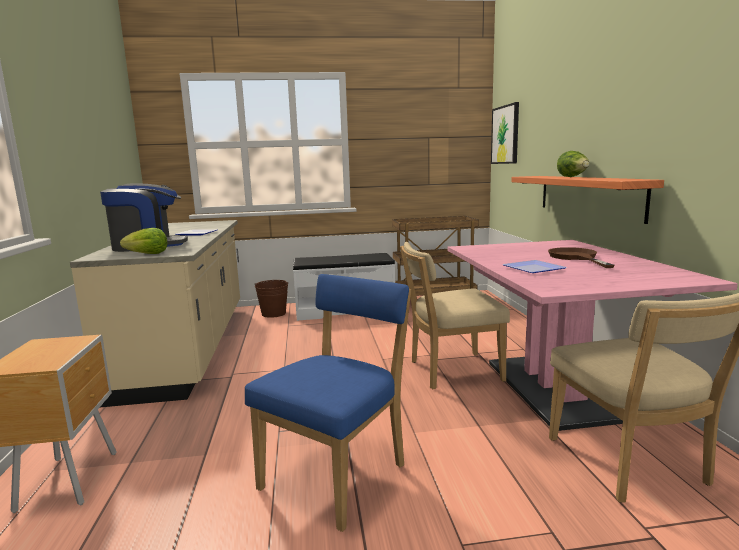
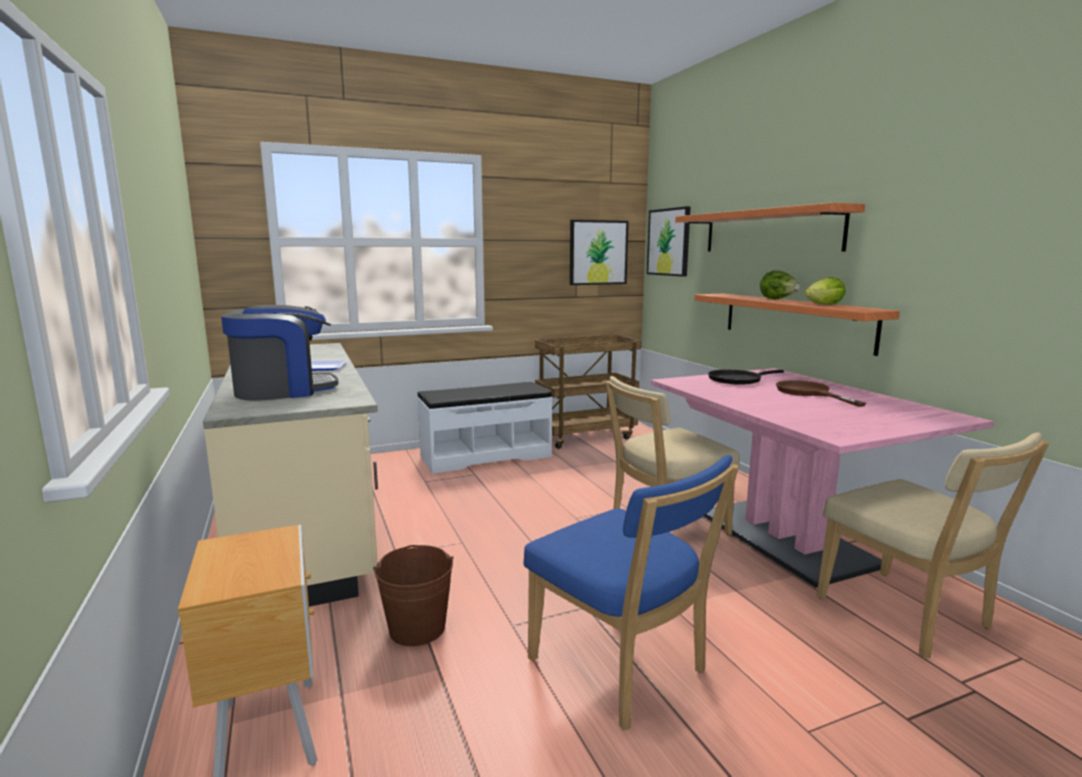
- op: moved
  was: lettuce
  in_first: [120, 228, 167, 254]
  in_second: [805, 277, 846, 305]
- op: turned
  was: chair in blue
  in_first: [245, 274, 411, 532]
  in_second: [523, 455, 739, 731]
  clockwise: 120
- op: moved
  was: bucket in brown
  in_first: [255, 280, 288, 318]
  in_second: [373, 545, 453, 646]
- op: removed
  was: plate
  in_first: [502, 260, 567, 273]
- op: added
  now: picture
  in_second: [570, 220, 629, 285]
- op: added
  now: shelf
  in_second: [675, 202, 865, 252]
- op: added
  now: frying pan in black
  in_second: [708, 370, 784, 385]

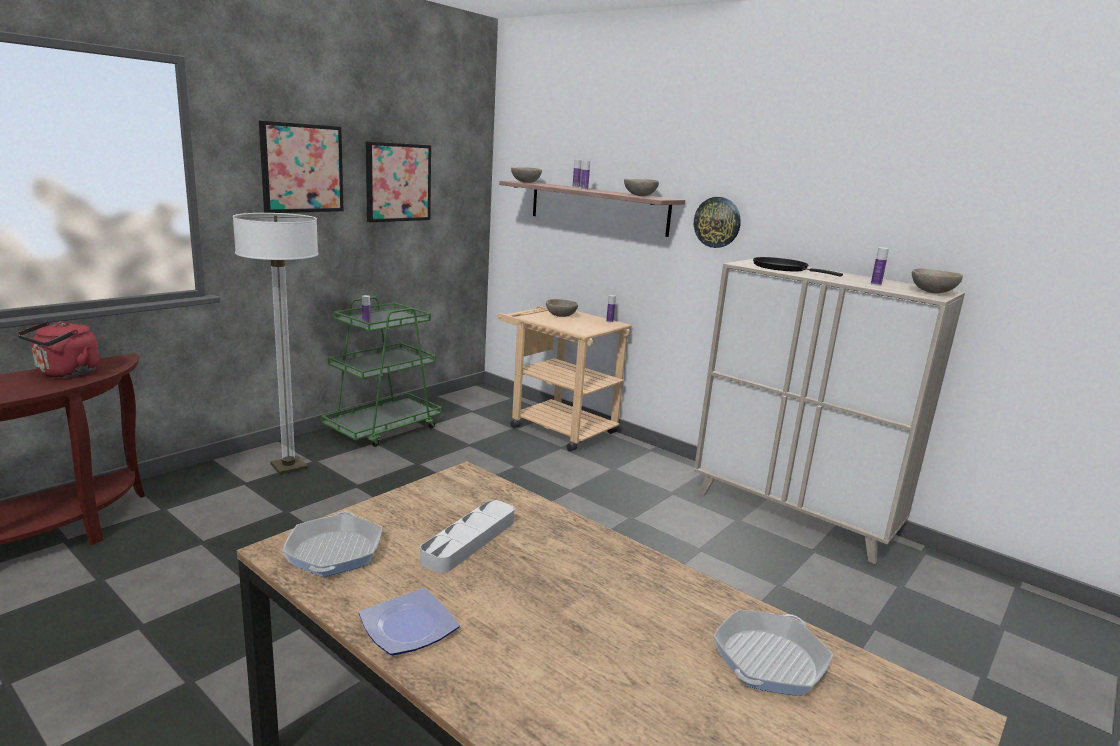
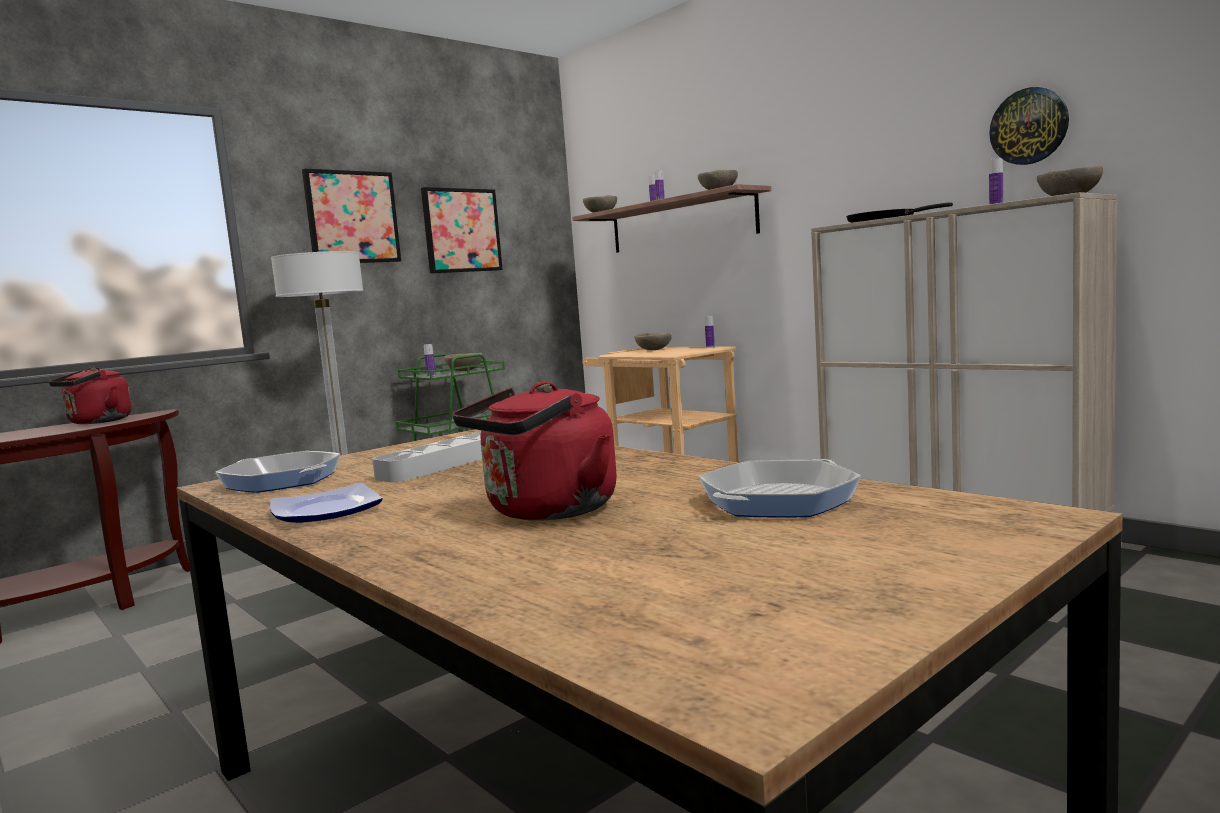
- op: turned
  was: frying pan
  in_first: [282, 512, 382, 577]
  in_second: [215, 451, 341, 493]
  clockwise: -60
- op: moved
  was: wall clock
  in_first: [694, 197, 741, 248]
  in_second: [989, 87, 1069, 165]
- op: added
  now: bowl in beige
  in_second: [445, 353, 483, 371]
- op: added
  now: kettle in red
  in_second: [452, 381, 617, 520]

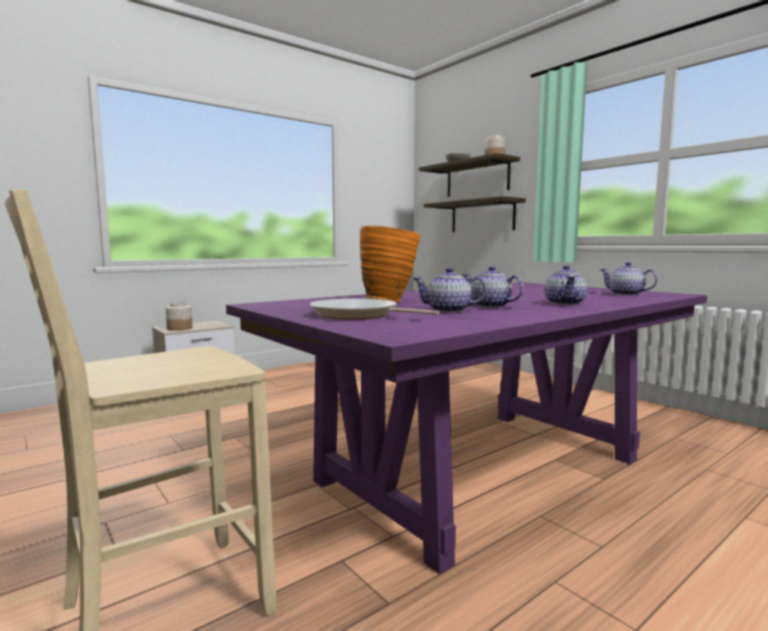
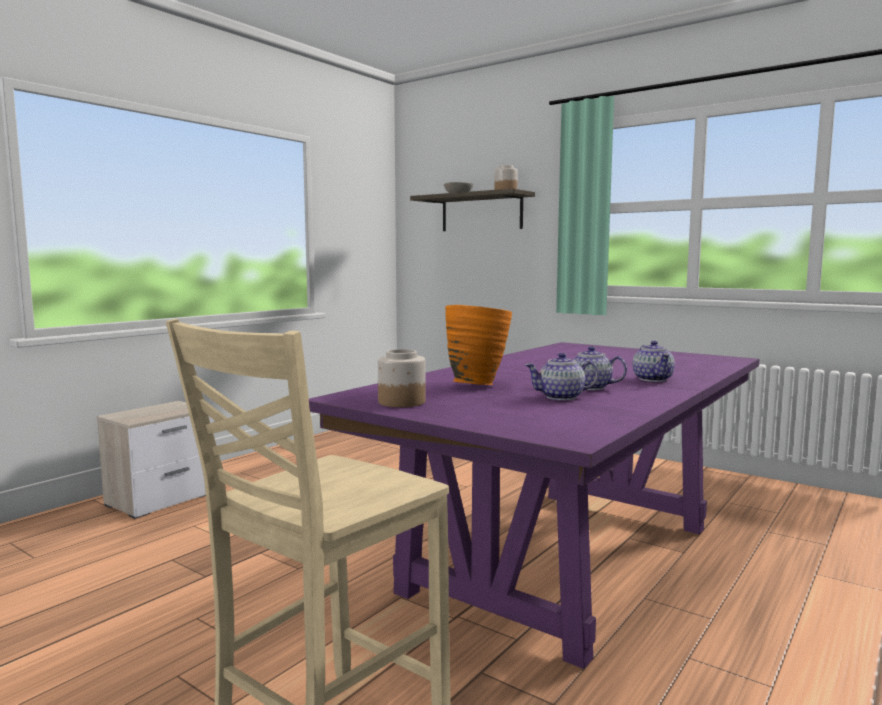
- op: moved
  was: jar
  in_first: [166, 302, 192, 331]
  in_second: [378, 349, 426, 407]
- op: removed
  was: frying pan
  in_first: [310, 298, 440, 319]
- op: removed
  was: shelf
  in_first: [424, 196, 526, 232]
- op: removed
  was: teapot
  in_first: [600, 262, 658, 296]

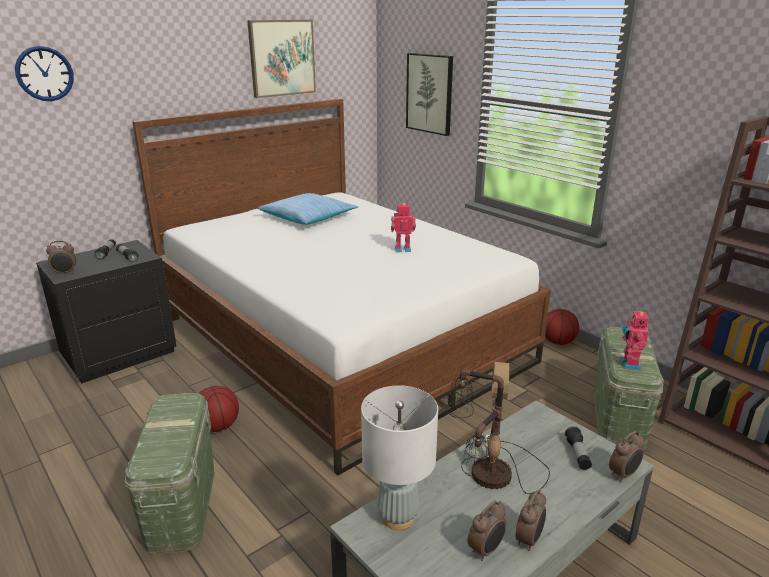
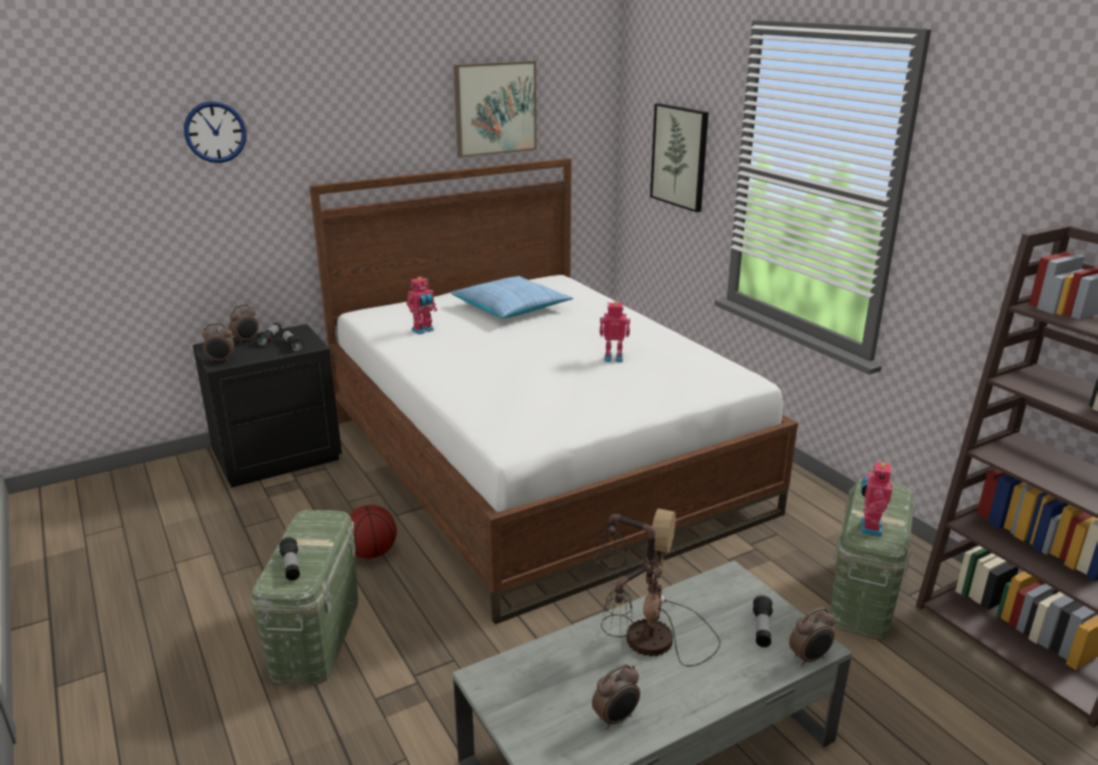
- op: removed
  was: table lamp in grey
  in_first: [361, 385, 438, 530]
- op: moved
  was: alarm clock
  in_first: [516, 489, 546, 551]
  in_second: [229, 304, 259, 344]
- op: removed
  was: basketball
  in_first: [545, 309, 579, 345]
- op: added
  now: flashlight
  in_second: [279, 537, 300, 581]
- op: added
  now: toy robot
  in_second: [406, 276, 437, 335]

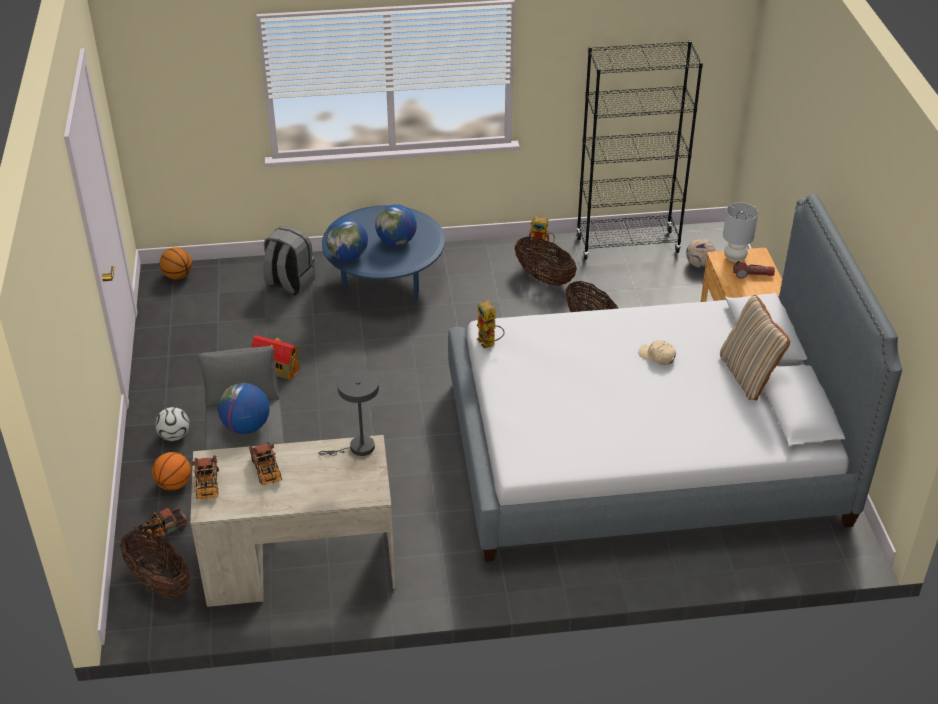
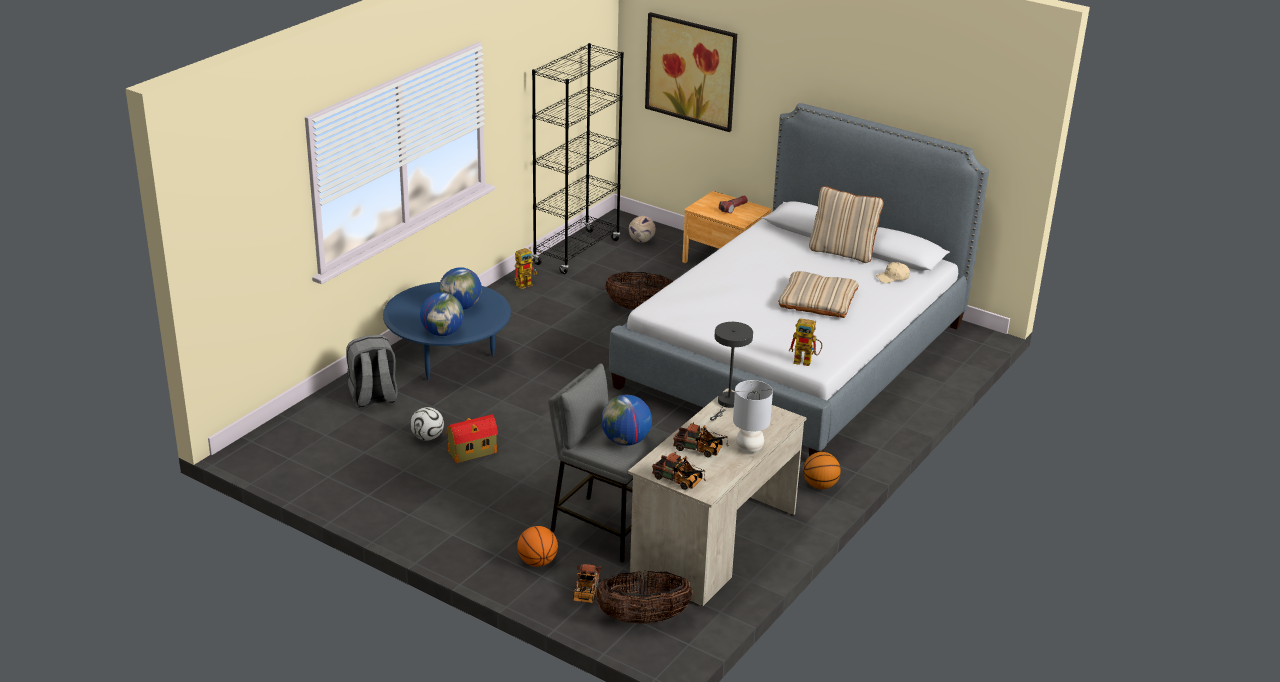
- op: moved
  was: football
  in_first: [155, 407, 190, 441]
  in_second: [410, 407, 444, 441]
- op: moved
  was: basketball
  in_first: [159, 247, 192, 279]
  in_second: [803, 452, 841, 489]
- op: moved
  was: toy robot
  in_first: [477, 300, 505, 349]
  in_second: [789, 318, 822, 366]
- op: removed
  was: basket
  in_first: [514, 237, 577, 286]
- op: moved
  was: cap in beige
  in_first: [638, 340, 676, 365]
  in_second: [876, 262, 910, 283]
- op: moved
  was: table lamp in grey
  in_first: [723, 202, 758, 262]
  in_second: [733, 380, 773, 453]
- op: added
  now: picture
  in_second: [645, 12, 737, 132]
- op: added
  now: pillow in beige
  in_second: [778, 271, 858, 318]

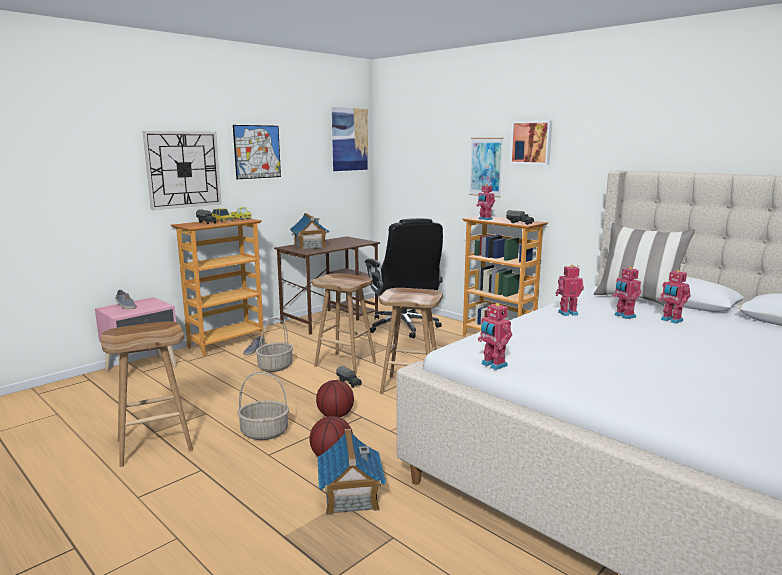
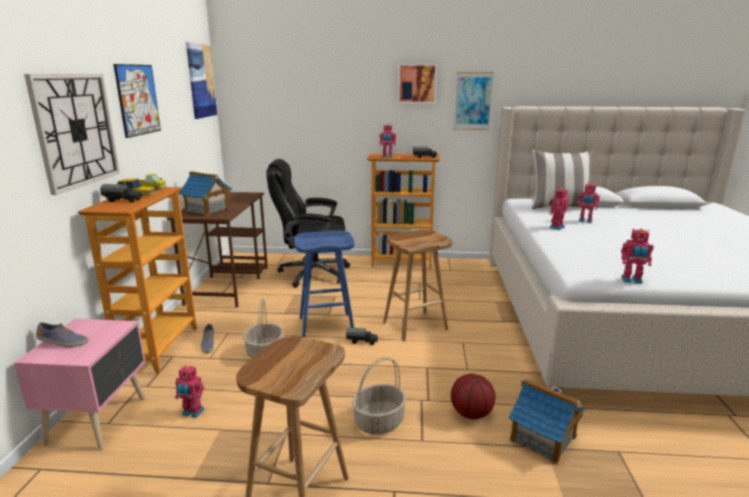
- op: recoloured
  was: stool in brown
  now: stool in blue
  in_first: [312, 273, 376, 375]
  in_second: [294, 230, 355, 337]
- op: removed
  was: basketball
  in_first: [316, 380, 354, 417]
- op: turned
  was: office chair in black
  in_first: [365, 218, 443, 338]
  in_second: [266, 159, 350, 288]
  clockwise: 150
- op: moved
  was: picture
  in_first: [469, 138, 503, 198]
  in_second: [454, 72, 494, 130]
- op: moved
  was: toy robot
  in_first: [659, 270, 691, 324]
  in_second: [175, 365, 204, 418]

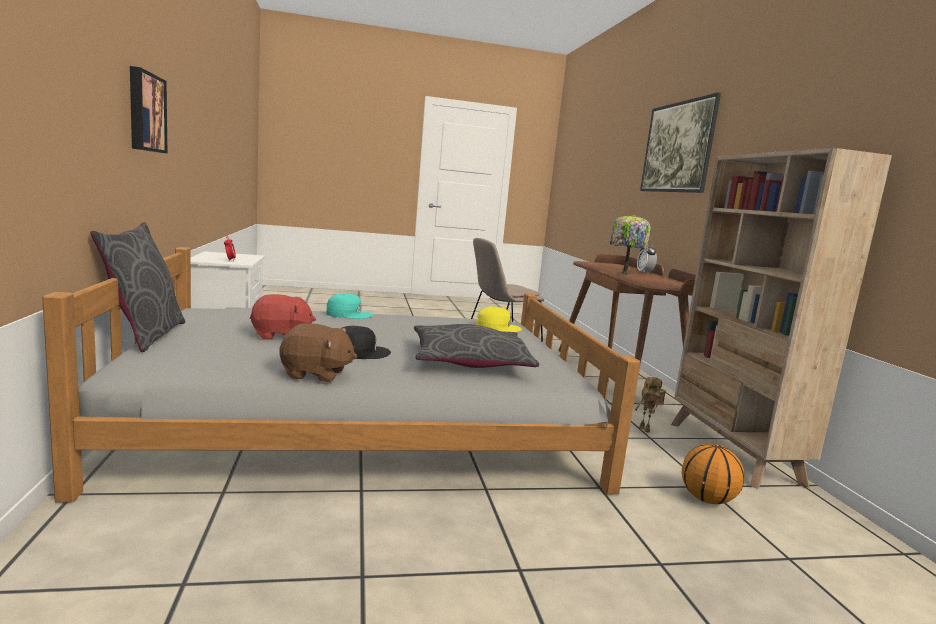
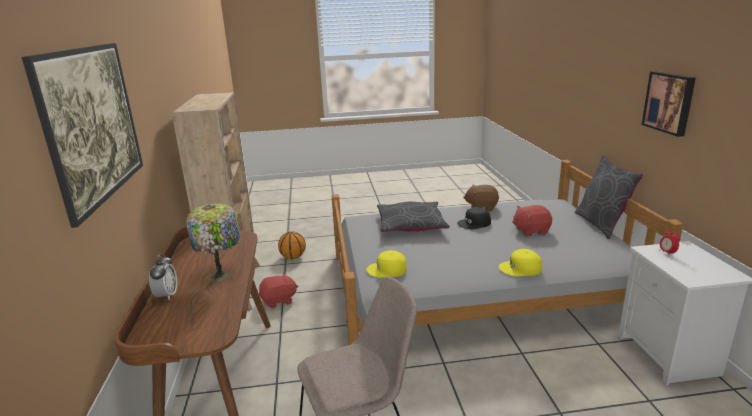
- op: recoloured
  was: cap in turquoise
  now: cap in yellow
  in_first: [326, 293, 373, 319]
  in_second: [499, 249, 542, 276]
- op: replaced
  was: toy robot
  now: plush toy in red
  in_first: [635, 377, 666, 433]
  in_second: [259, 273, 298, 308]

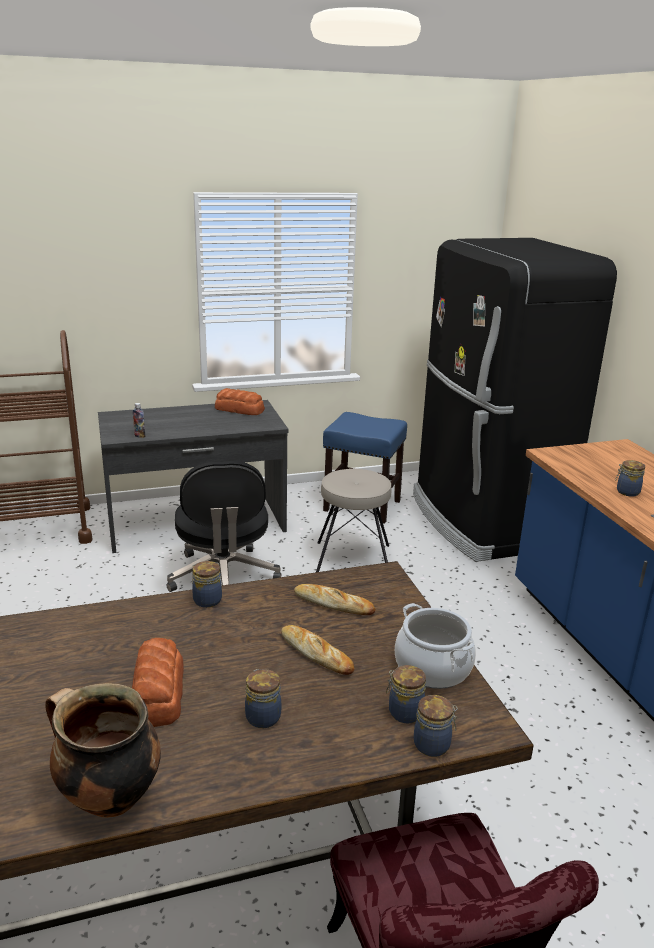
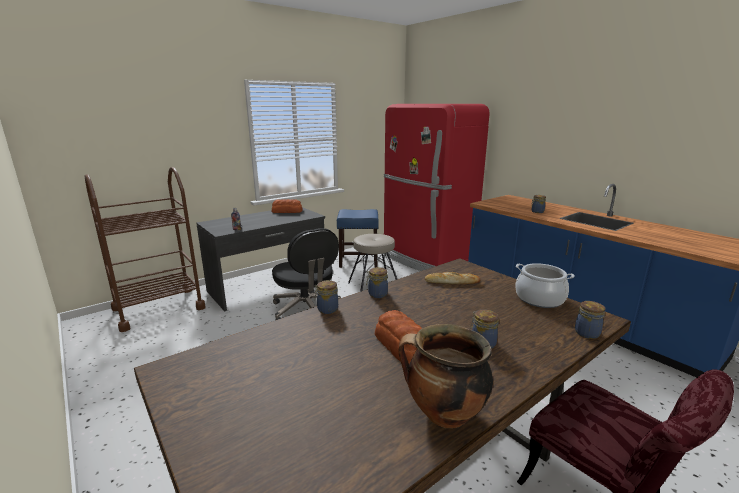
- op: removed
  was: bread
  in_first: [281, 625, 354, 675]
- op: moved
  was: jar
  in_first: [386, 665, 426, 723]
  in_second: [314, 280, 338, 314]
- op: recoloured
  was: fridge in black
  now: fridge in red
  in_first: [413, 238, 617, 562]
  in_second: [383, 104, 490, 271]

